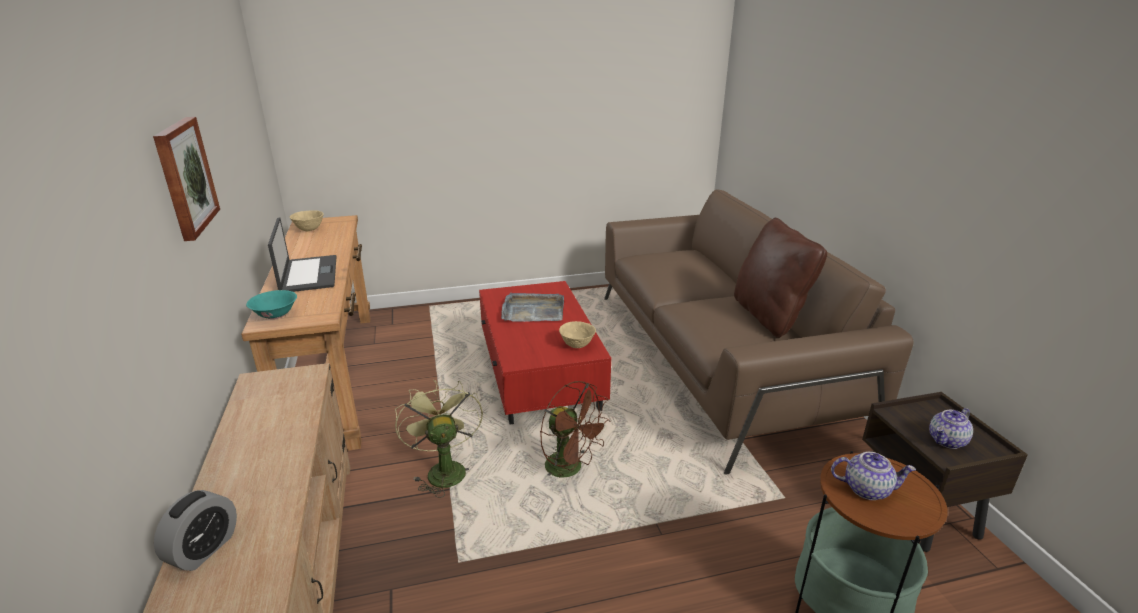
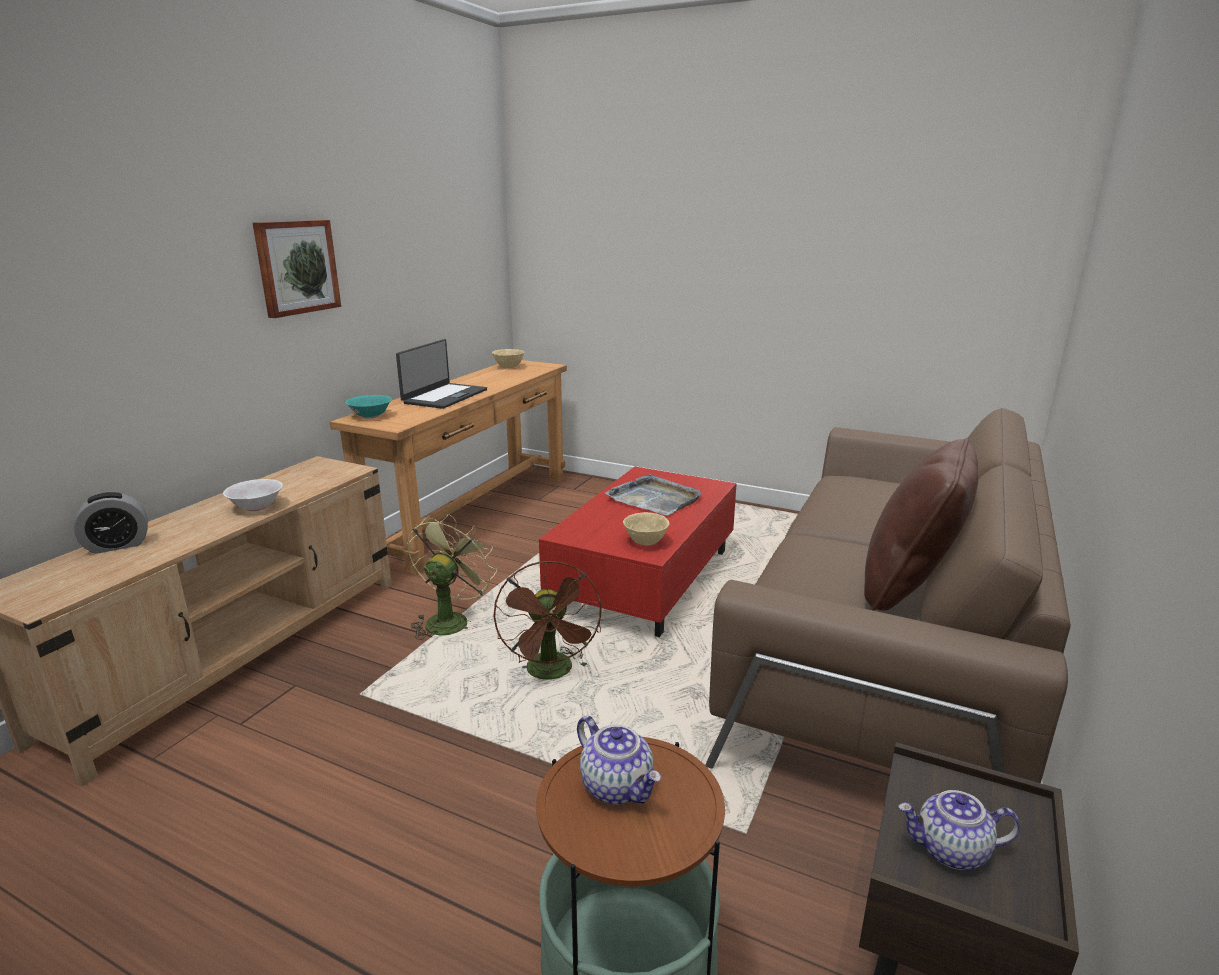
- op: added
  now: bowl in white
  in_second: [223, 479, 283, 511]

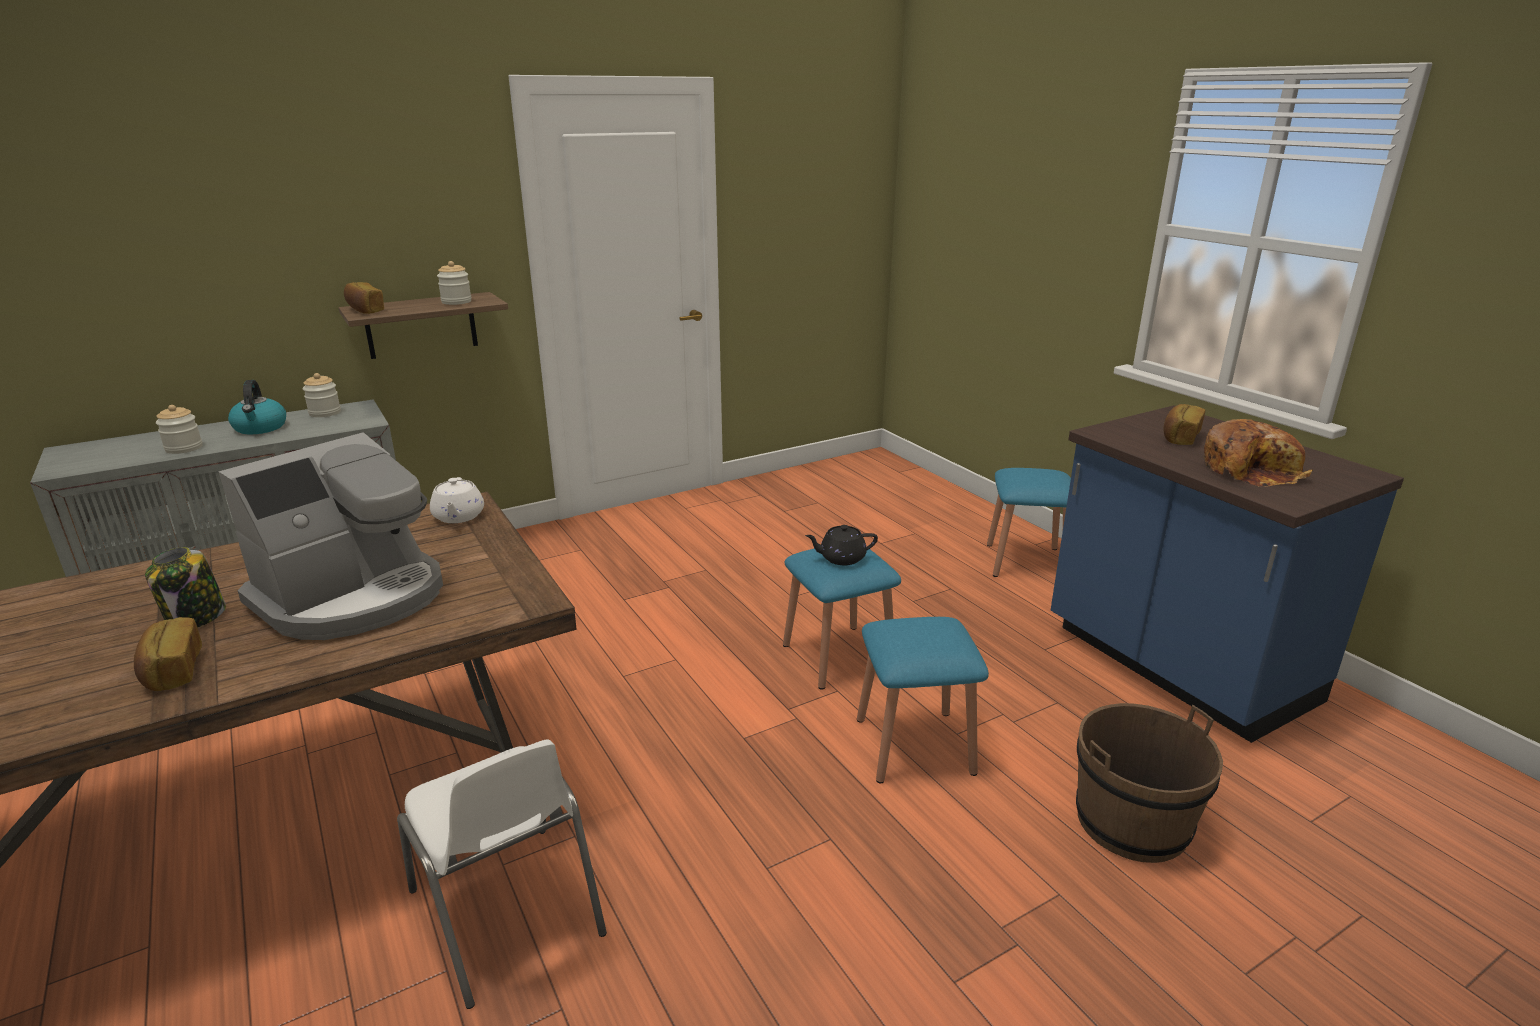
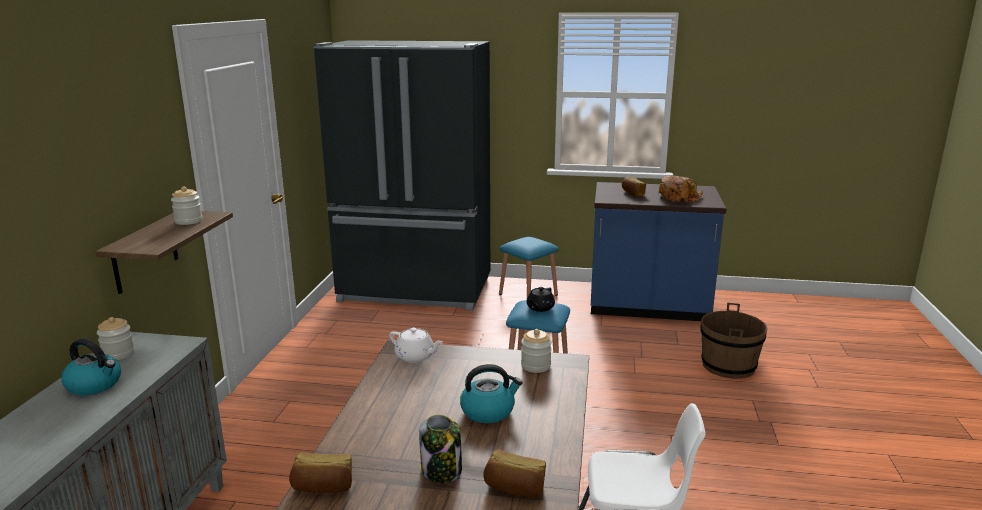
- op: moved
  was: jar
  in_first: [156, 405, 202, 454]
  in_second: [521, 329, 552, 373]
- op: replaced
  was: coffee machine
  now: kettle
  in_first: [218, 433, 443, 640]
  in_second: [460, 364, 523, 423]
- op: moved
  was: bread
  in_first: [344, 282, 384, 314]
  in_second: [289, 452, 352, 493]
- op: removed
  was: stool in blue
  in_first: [857, 617, 989, 784]
- op: added
  now: fridge in black
  in_second: [313, 40, 490, 311]

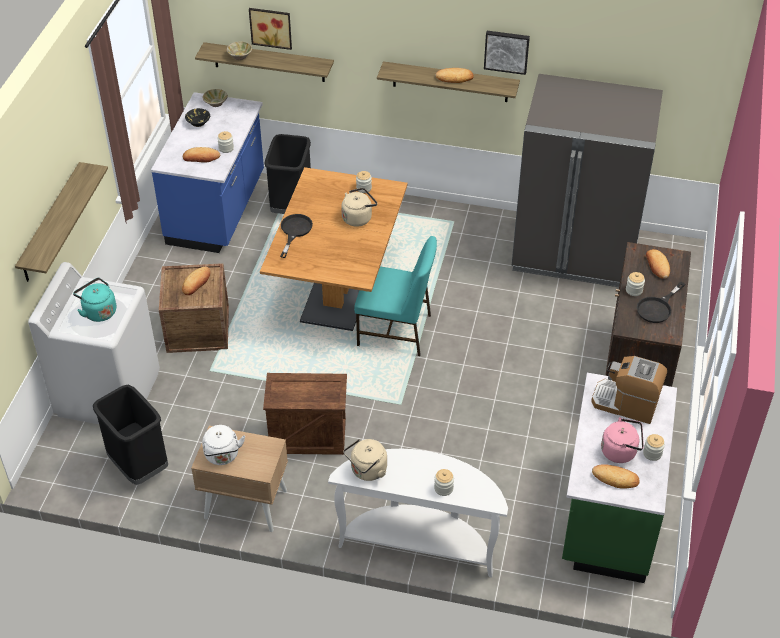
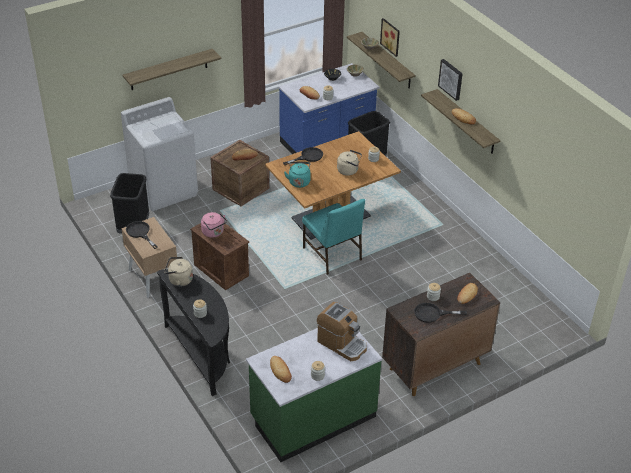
- op: moved
  was: kettle in turquoise
  in_first: [73, 278, 116, 322]
  in_second: [284, 162, 311, 188]
- op: replaced
  was: kettle in white
  now: frying pan in black
  in_first: [202, 425, 245, 465]
  in_second: [126, 221, 158, 249]
- op: recoloured
  was: console table in white
  now: console table in black
  in_first: [328, 449, 508, 578]
  in_second: [157, 269, 230, 396]
- op: moved
  was: picture
  in_first: [484, 31, 530, 75]
  in_second: [438, 59, 463, 101]
- op: removed
  was: fridge in grey
  in_first: [512, 74, 663, 287]
- op: turned
  was: coffee machine
  in_first: [591, 356, 667, 424]
  in_second: [317, 302, 367, 361]
  clockwise: 150
- op: moved
  was: kettle in pink
  in_first: [601, 417, 644, 463]
  in_second: [201, 212, 227, 238]

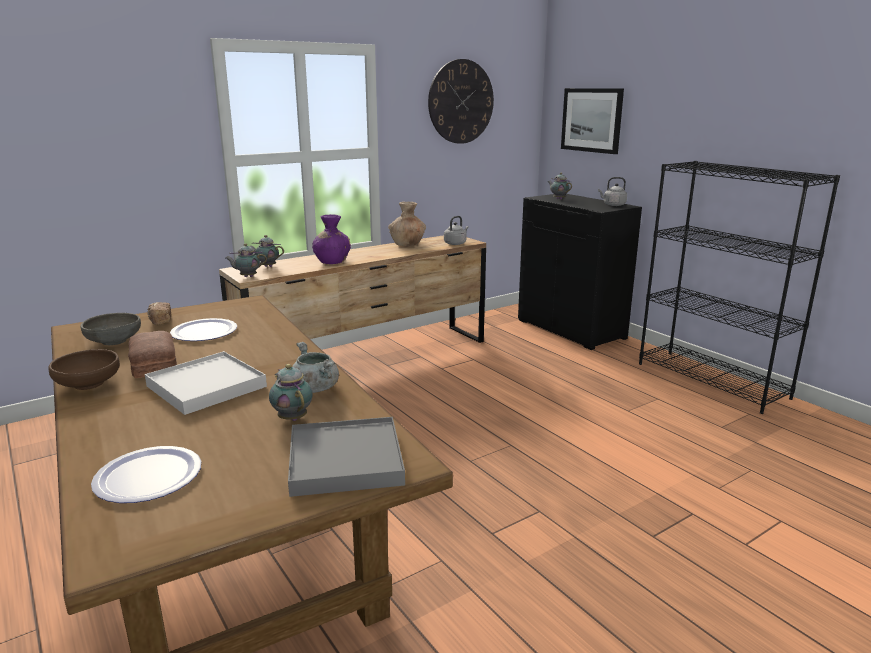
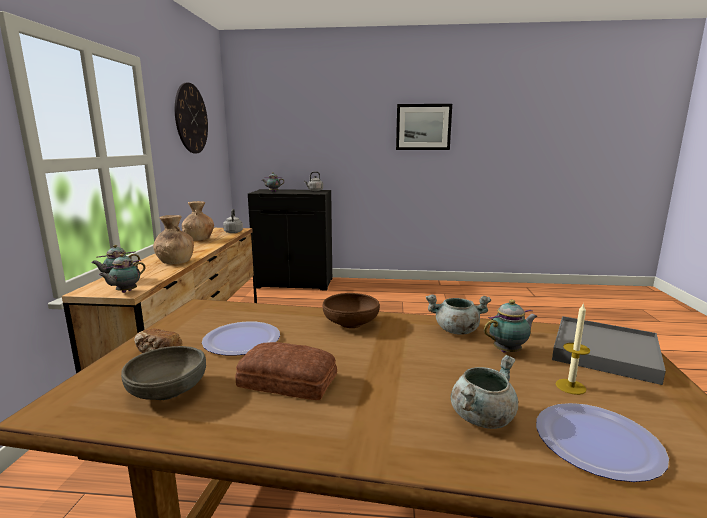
- op: moved
  was: bowl in brown
  in_first: [48, 349, 120, 390]
  in_second: [323, 293, 380, 328]
- op: removed
  was: tray in white
  in_first: [145, 351, 267, 415]
- op: turned
  was: teapot
  in_first: [269, 364, 313, 421]
  in_second: [484, 300, 538, 353]
  clockwise: 150
- op: recoloured
  was: vase in purple
  now: vase in brown
  in_first: [312, 214, 351, 264]
  in_second: [153, 215, 194, 264]
- op: moved
  was: picture
  in_first: [561, 88, 624, 154]
  in_second: [396, 104, 452, 150]
- op: removed
  was: bookcase in black
  in_first: [639, 161, 840, 414]
- op: added
  now: cooking pot in grey
  in_second: [450, 355, 518, 429]
- op: added
  now: candle
  in_second: [556, 302, 590, 395]

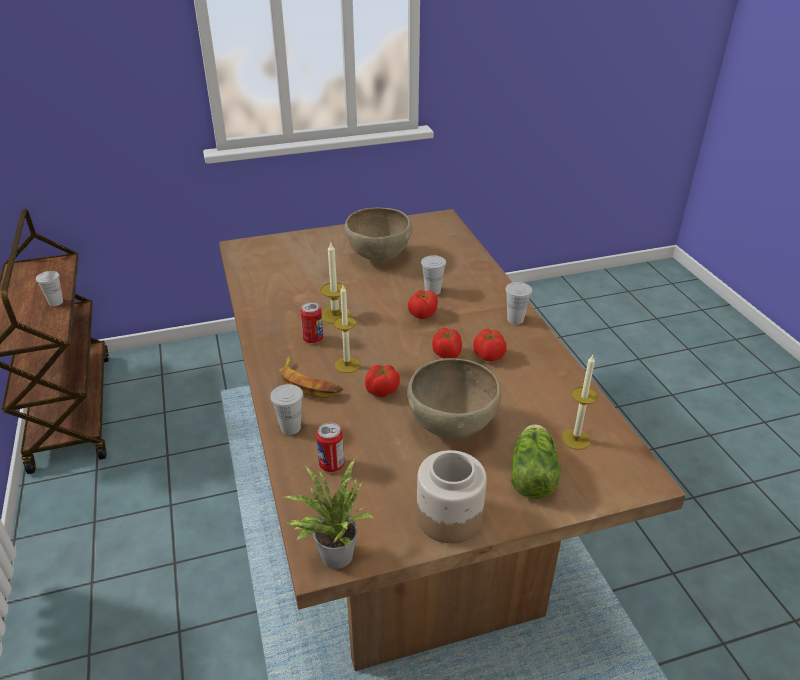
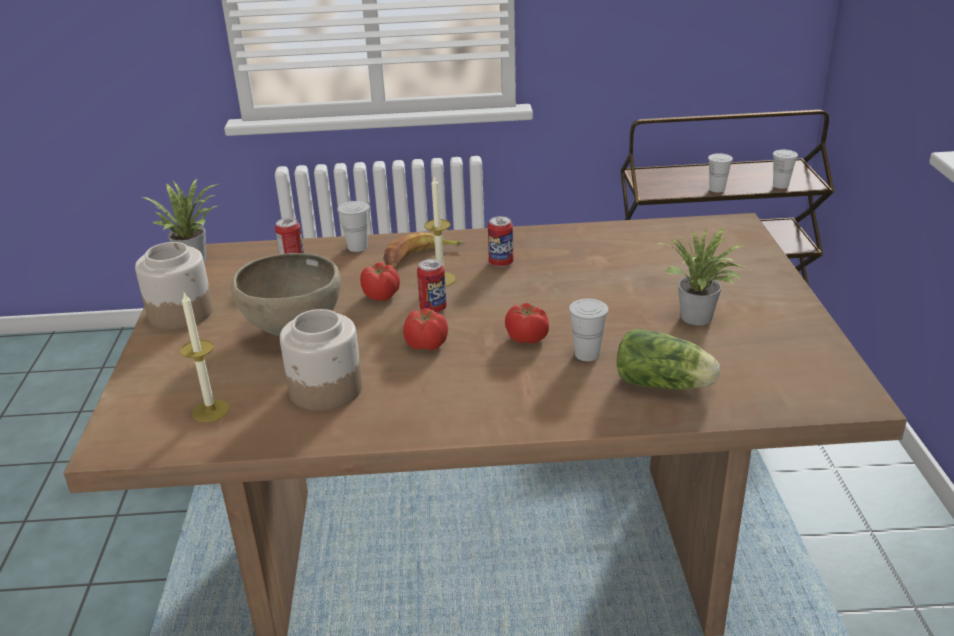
- op: removed
  was: candle
  in_first: [320, 243, 351, 324]
- op: replaced
  was: bowl in brown
  now: potted plant
  in_first: [345, 208, 412, 261]
  in_second: [654, 228, 746, 325]
- op: removed
  was: tomato
  in_first: [473, 329, 507, 362]
- op: moved
  was: cup in white
  in_first: [505, 282, 532, 324]
  in_second: [773, 150, 798, 189]
- op: moved
  was: lettuce
  in_first: [511, 424, 561, 499]
  in_second: [617, 329, 720, 390]
- op: added
  now: jar
  in_second: [280, 309, 362, 411]
- op: added
  now: can
  in_second: [417, 259, 447, 313]

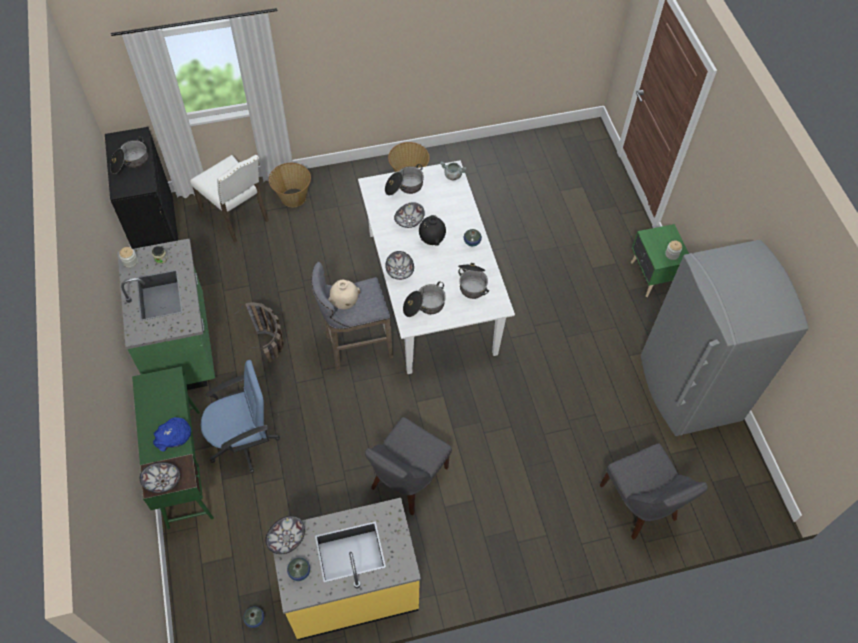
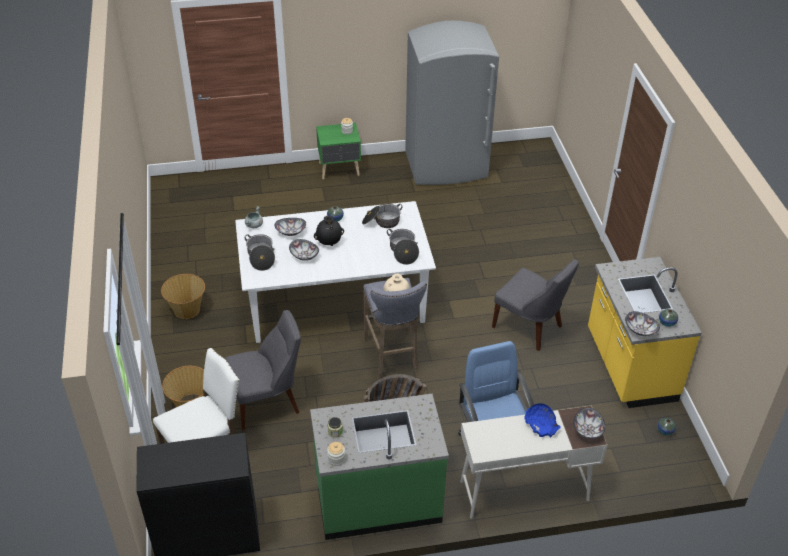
- op: removed
  was: cooking pot
  in_first: [110, 137, 148, 174]
- op: recoloured
  was: desk in green
  now: desk in white
  in_first: [132, 366, 214, 529]
  in_second: [460, 406, 607, 519]
- op: moved
  was: bowl
  in_first: [385, 251, 414, 280]
  in_second: [275, 218, 306, 236]
- op: moved
  was: chair in grey
  in_first: [600, 443, 708, 540]
  in_second: [225, 310, 301, 430]

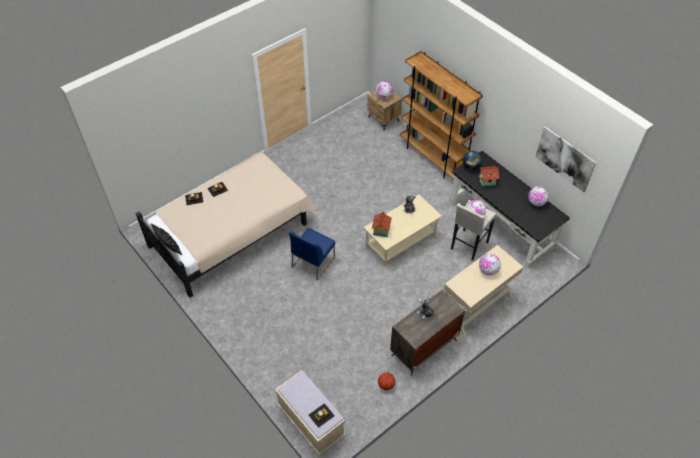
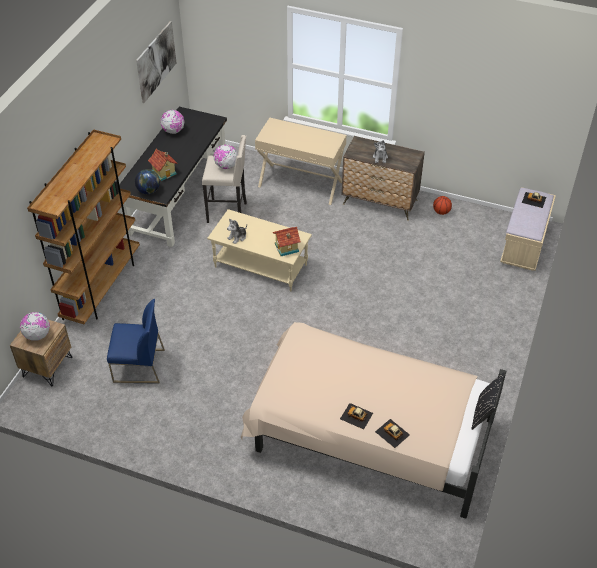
- op: moved
  was: chair in blue
  in_first: [289, 228, 335, 280]
  in_second: [107, 299, 165, 384]
- op: removed
  was: globe
  in_first: [479, 254, 501, 275]

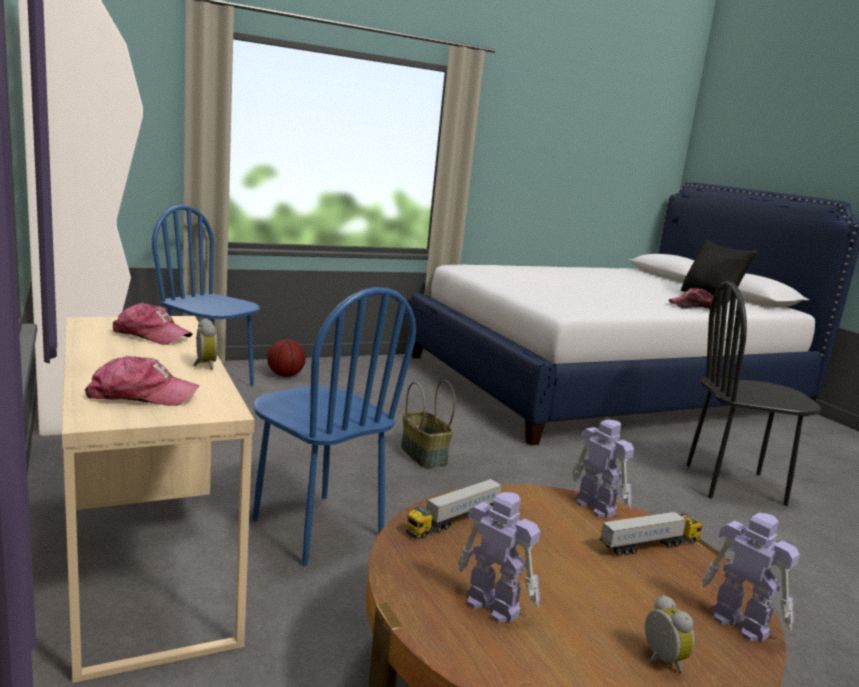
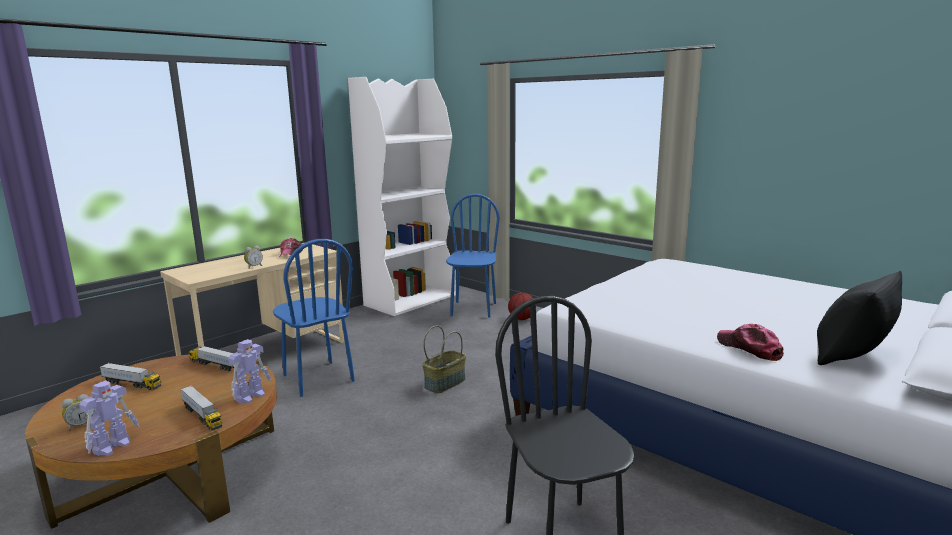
- op: removed
  was: cap
  in_first: [85, 356, 199, 406]
- op: turned
  was: chair in blue
  in_first: [253, 287, 416, 566]
  in_second: [273, 239, 355, 397]
  clockwise: -60
- op: replaced
  was: toy robot
  now: toy truck
  in_first: [458, 492, 540, 623]
  in_second: [100, 363, 161, 390]

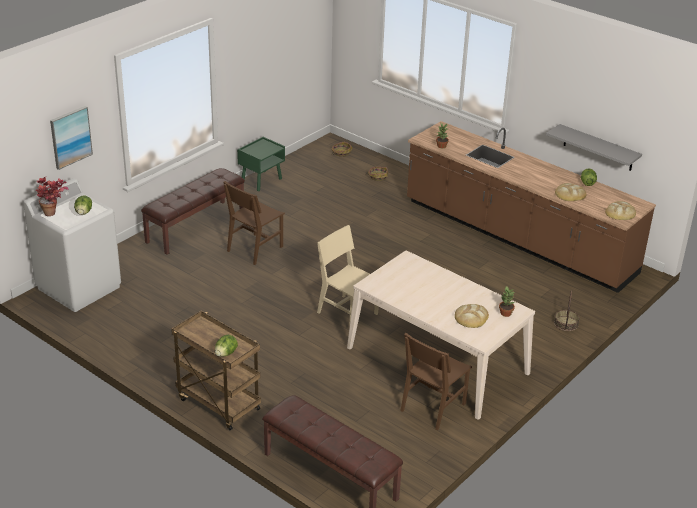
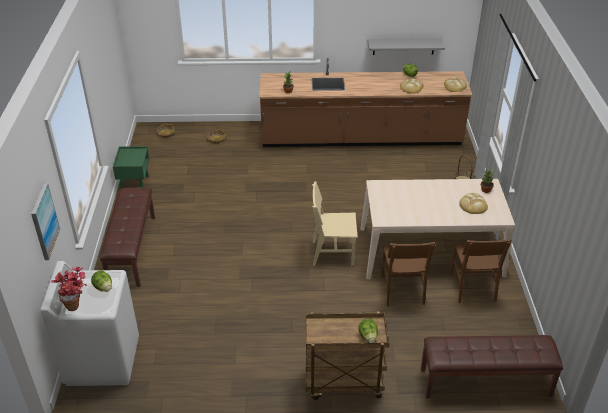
- op: moved
  was: chair in brown
  in_first: [223, 181, 285, 265]
  in_second: [381, 242, 436, 306]

